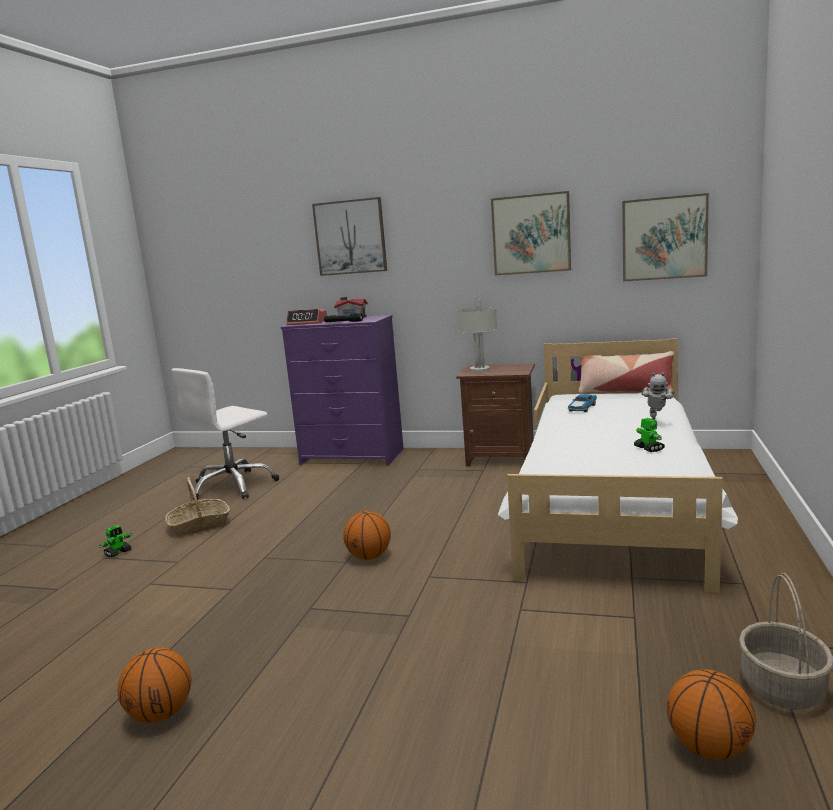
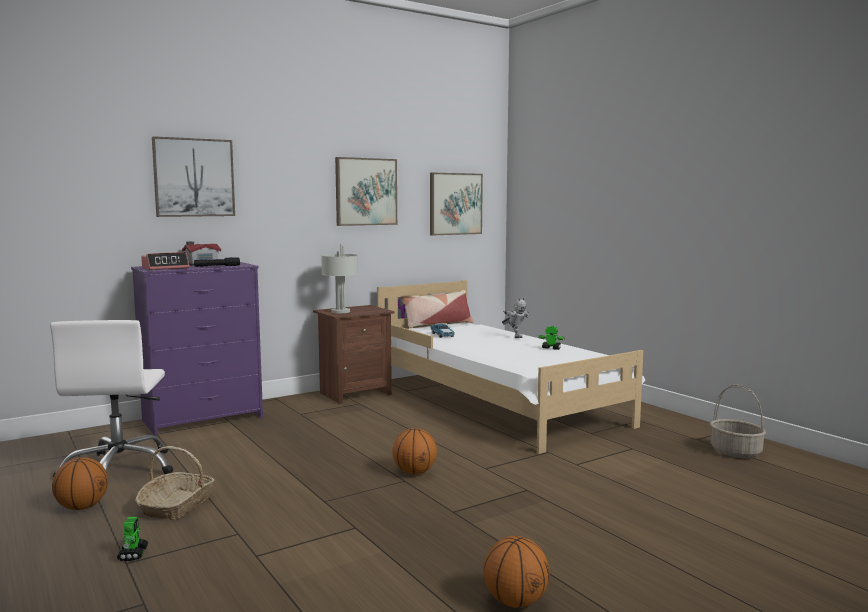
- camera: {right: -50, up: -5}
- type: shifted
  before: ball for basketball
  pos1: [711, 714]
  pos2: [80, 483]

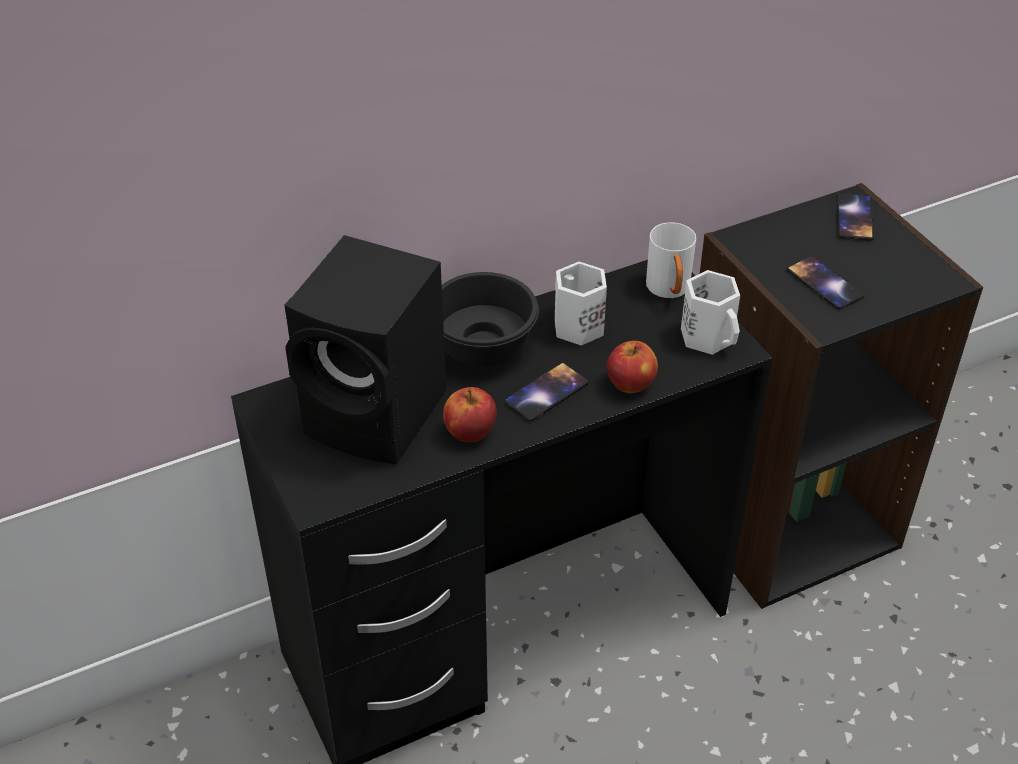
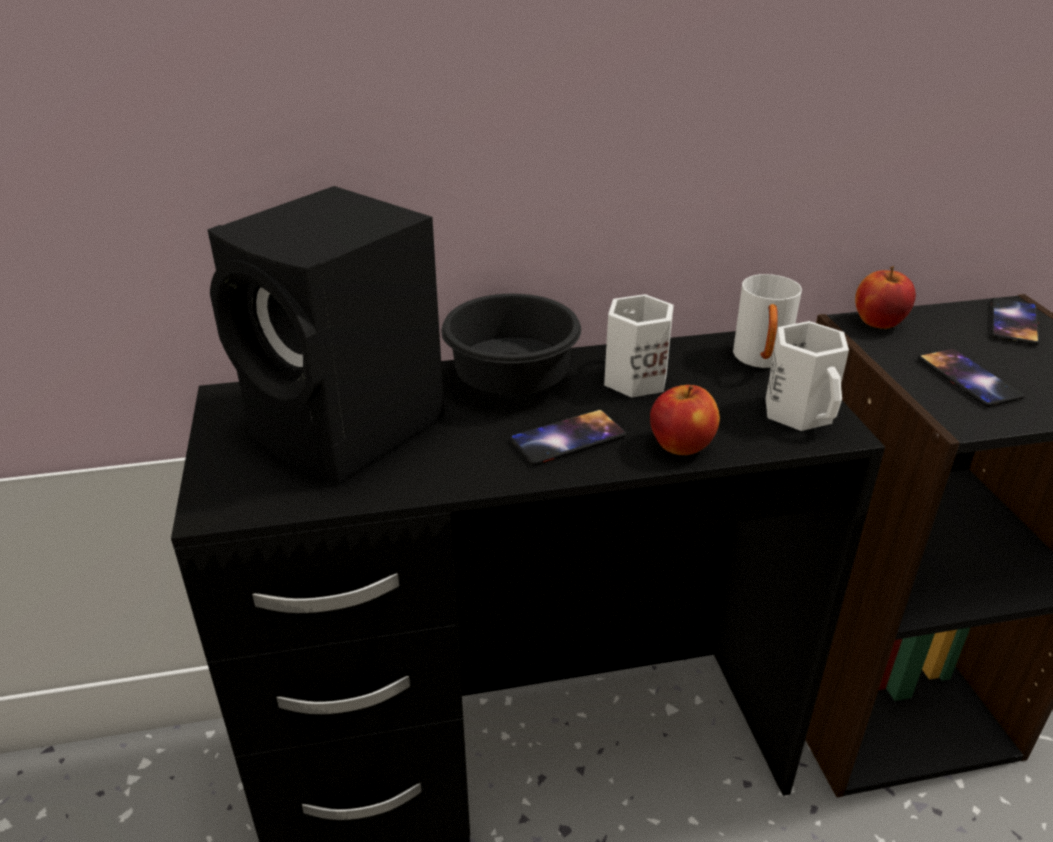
- camera: {right: 15, up: -10}
- type: shifted
  before: apple
  pos1: [470, 414]
  pos2: [885, 297]

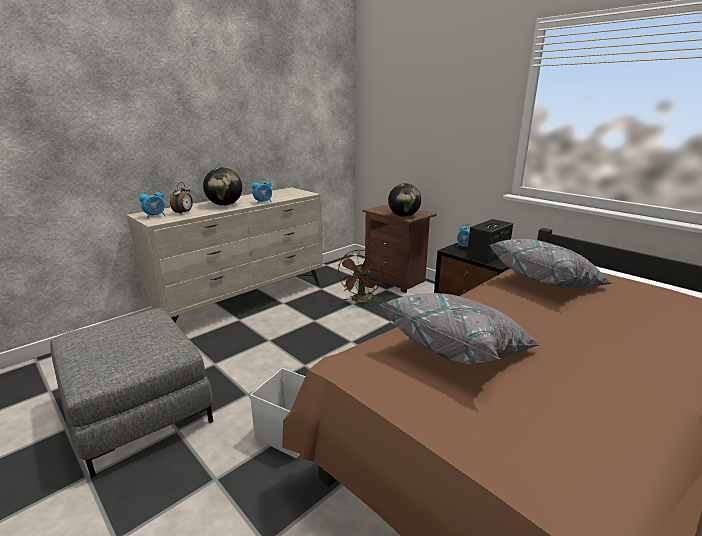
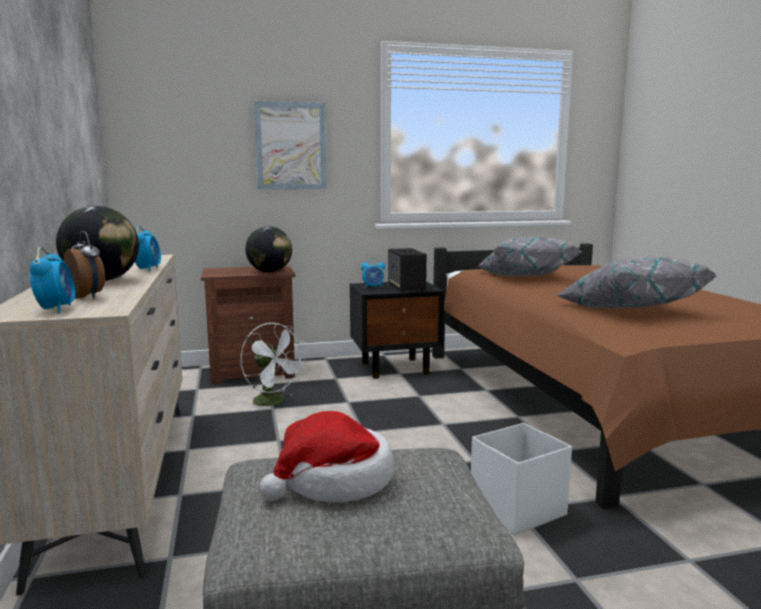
- camera: {right: -60, up: -10}
- type: repainted
  before: fan/brown-coloured
  after: fan/white
  pos1: [360, 276]
  pos2: [273, 367]
- type: new
  after: picture
  pos2: [290, 145]
- type: new
  after: hat
  pos2: [326, 456]

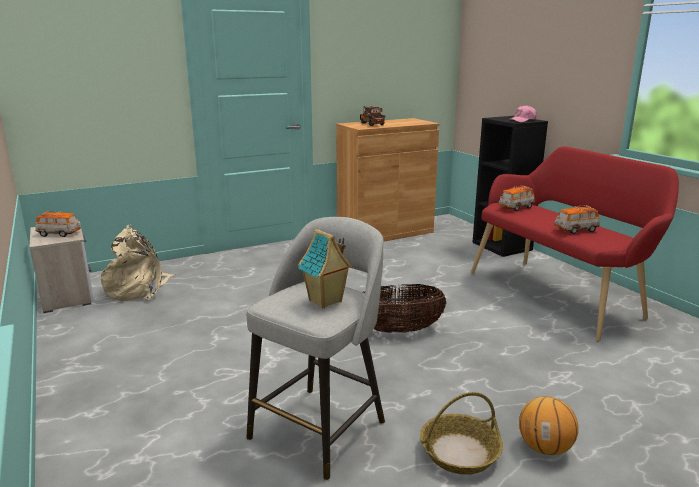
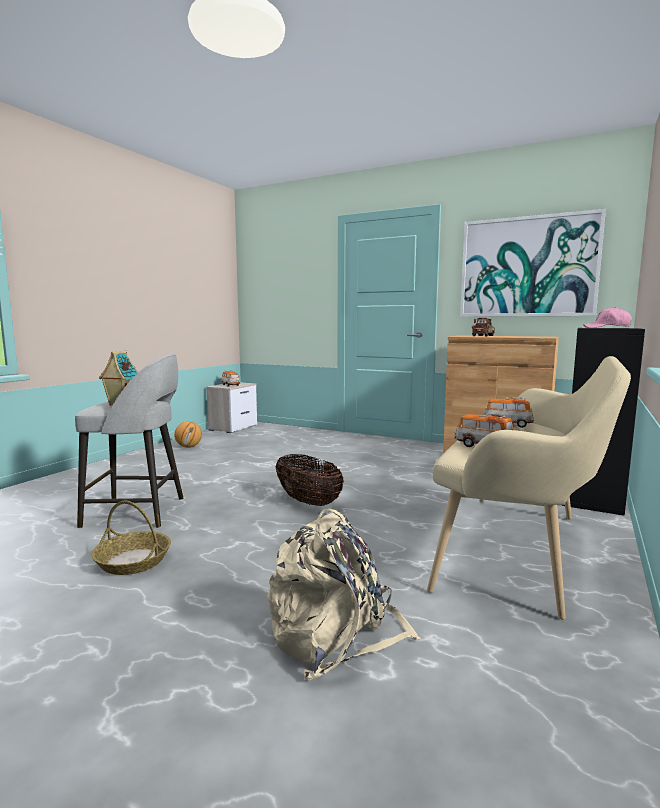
- camera: {right: 55, up: -10}
- type: shifted
  before: ball for basketball
  pos1: [549, 425]
  pos2: [188, 434]
- type: shifted
  before: knapsack/beige-coloured
  pos1: [138, 263]
  pos2: [344, 594]
- type: repainted
  before: indoor bench/reddish
  after: indoor bench/beige-coloured
  pos1: [575, 244]
  pos2: [529, 488]
- type: new
  after: picture
  pos2: [533, 263]

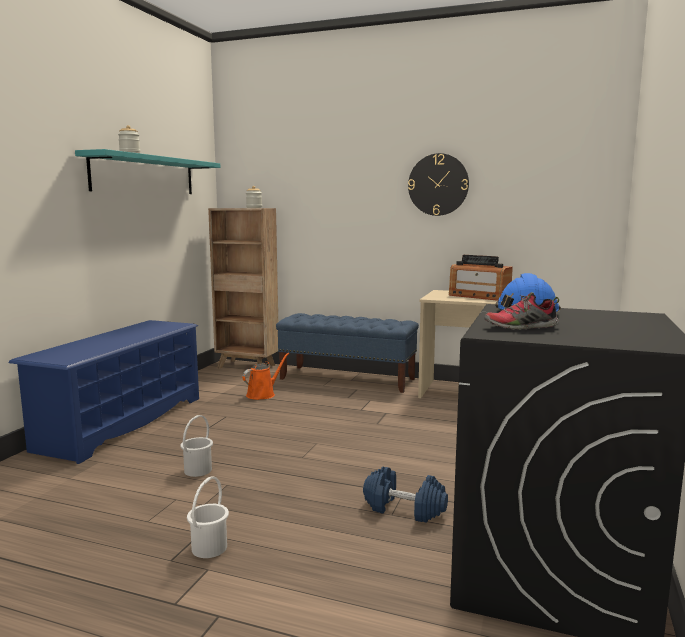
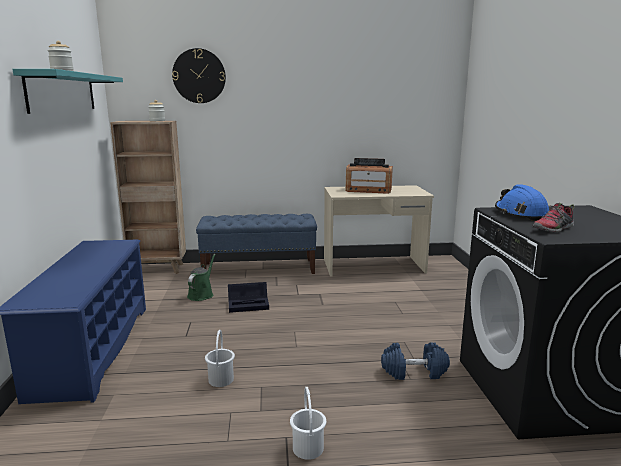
- camera: {right: -25, up: 5}
- type: shifted
  before: hanging clock
  pos1: [438, 184]
  pos2: [199, 75]
- type: repainted
  before: watering can/orange
  after: watering can/green
  pos1: [265, 376]
  pos2: [201, 277]
- type: new
  after: storage container/black-coloured
  pos2: [248, 297]

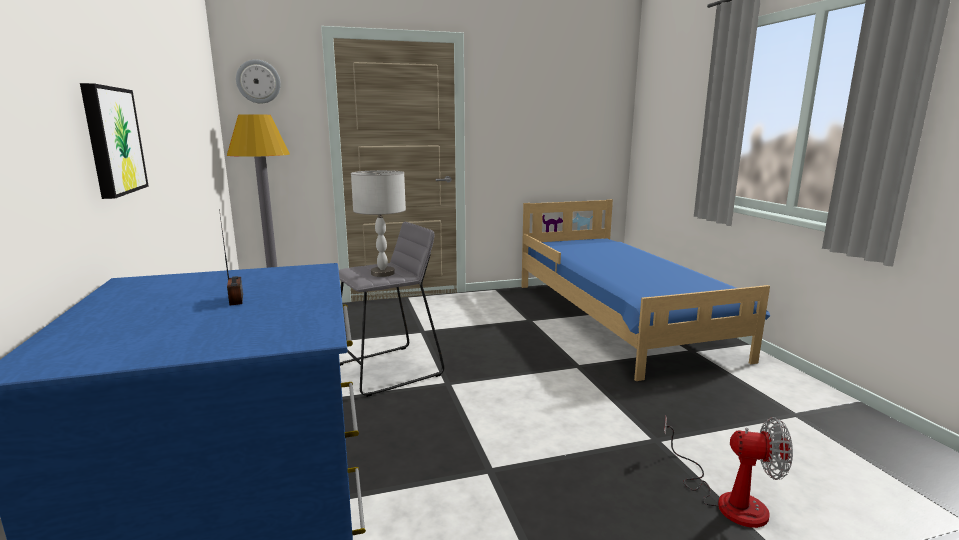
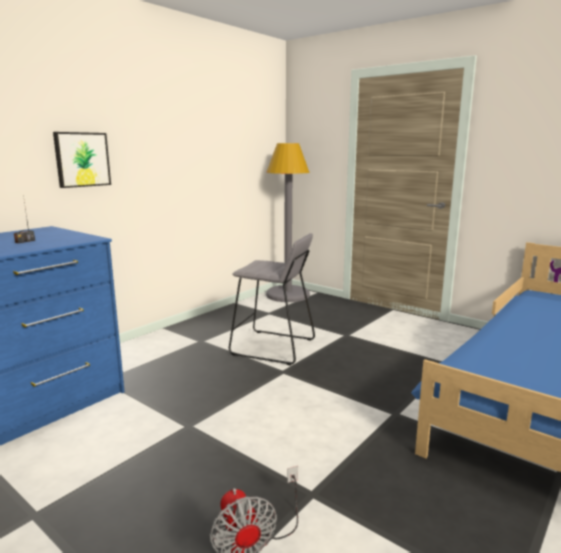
- camera: {right: 55, up: 0}
- type: gone
  before: hanging clock
  pos1: [258, 81]
- type: gone
  before: tabletop lamp/gray
  pos1: [378, 223]

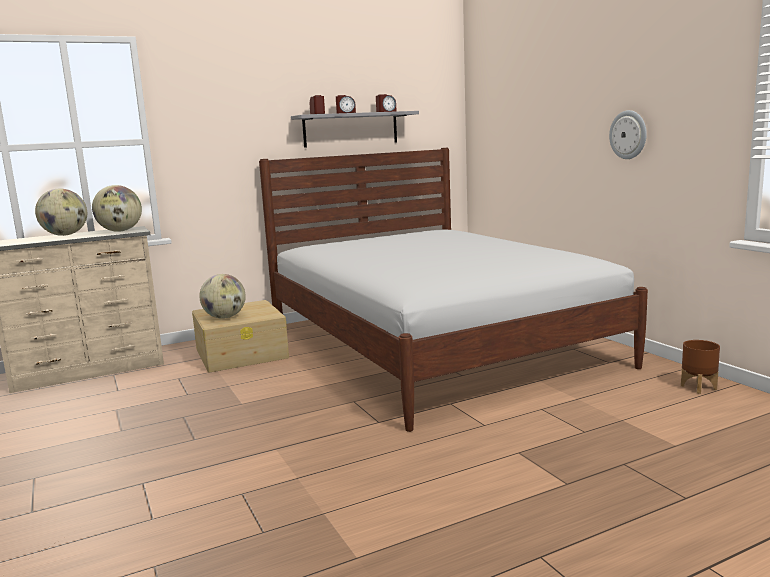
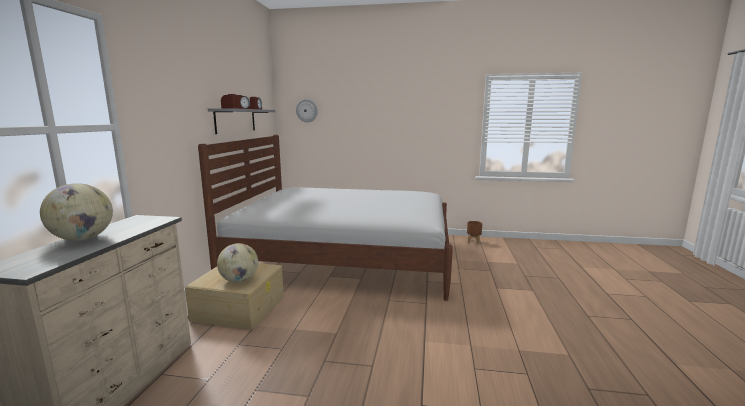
- camera: {right: -55, up: 0}
- type: shifted
  before: hanging clock
  pos1: [628, 134]
  pos2: [307, 110]
- type: gone
  before: world globe
  pos1: [117, 208]

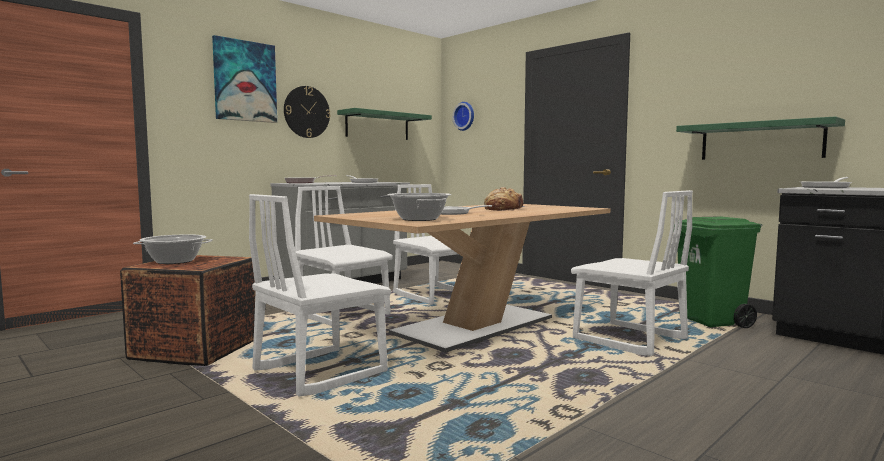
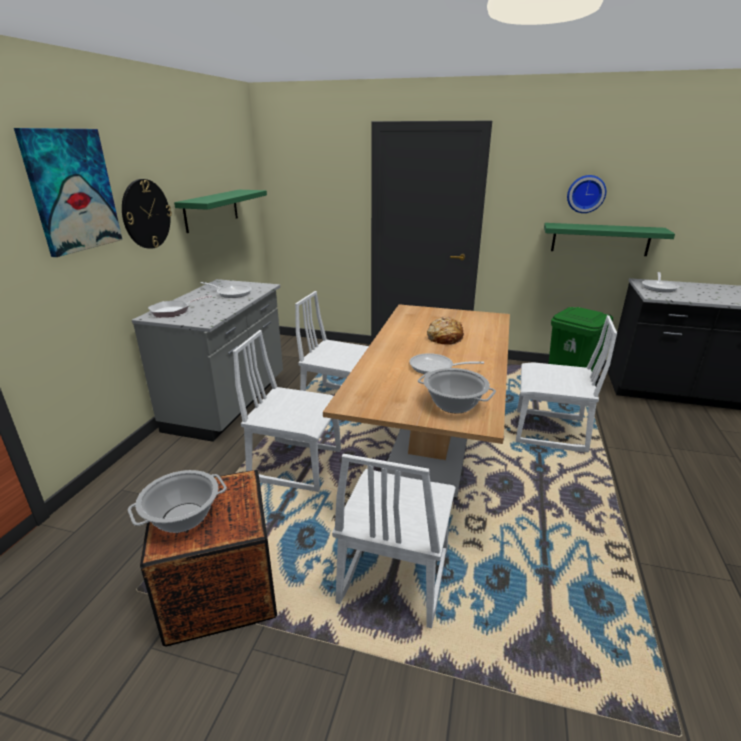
- camera: {right: -30, up: 20}
- type: shifted
  before: hanging clock
  pos1: [463, 116]
  pos2: [586, 194]

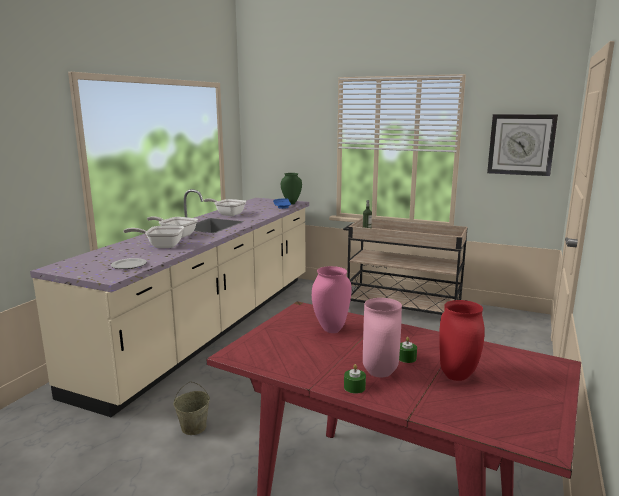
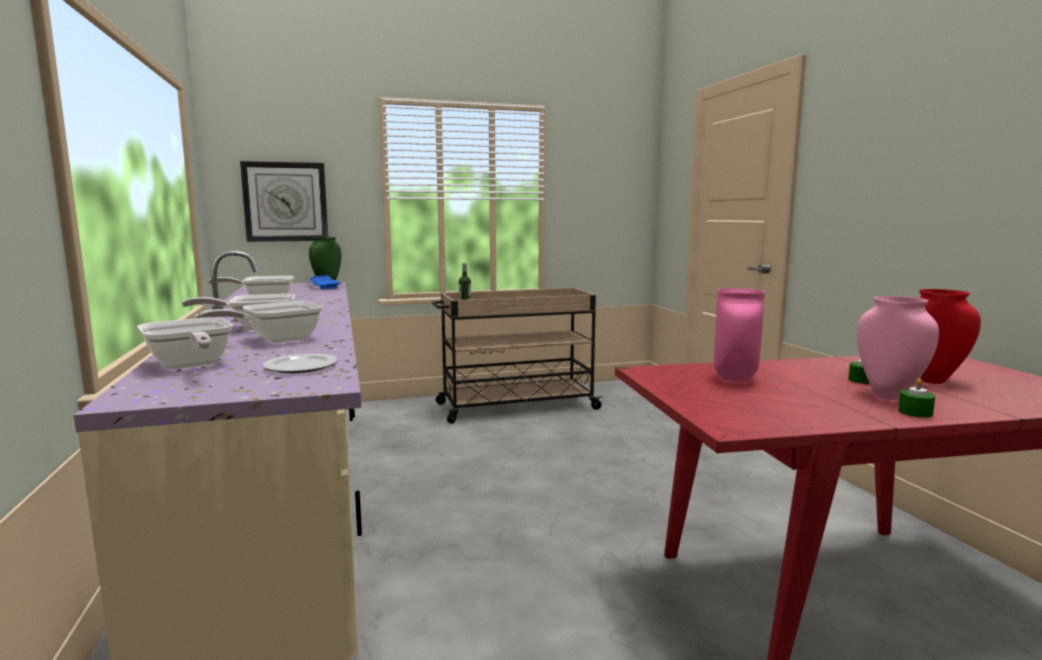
- camera: {right: -40, up: -5}
- type: new
  after: pan
  pos2: [185, 343]
- type: shifted
  before: hanging clock
  pos1: [522, 145]
  pos2: [284, 201]
- type: gone
  before: pail/beige-coloured
  pos1: [192, 408]

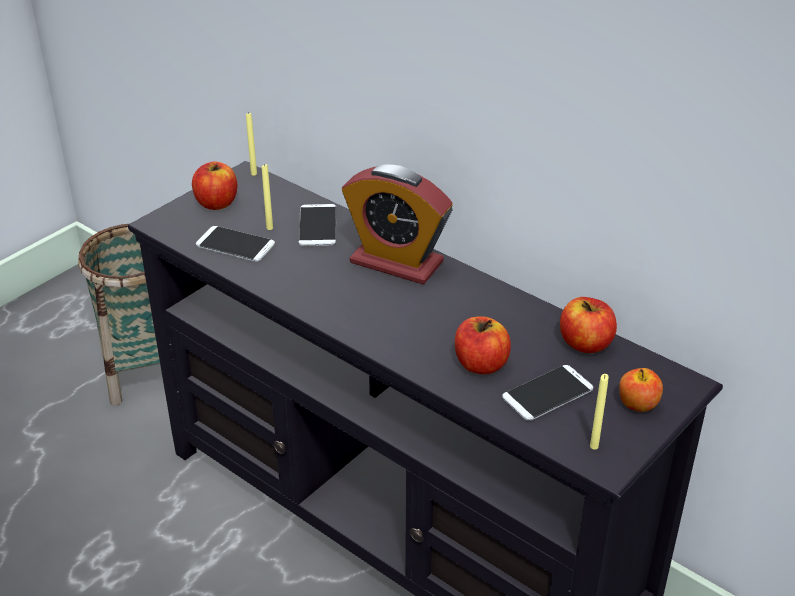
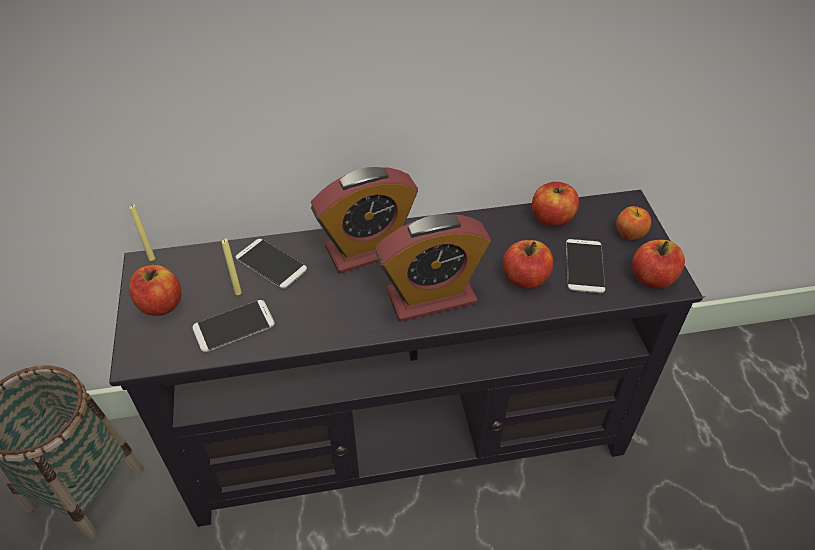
- camera: {right: -50, up: 10}
- type: new
  after: table clock
  pos2: [433, 268]
- type: swapped
  before: wax light/yellowish
  after: apple
  pos1: [599, 412]
  pos2: [658, 264]

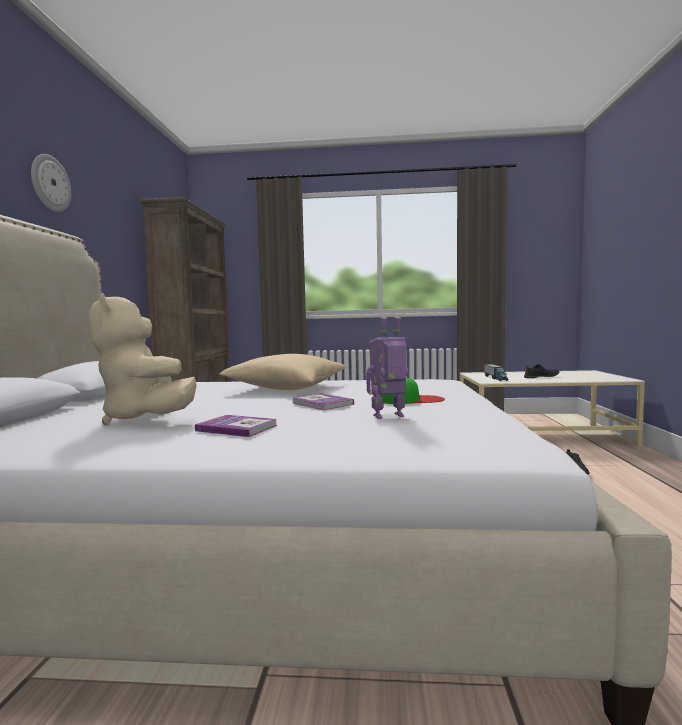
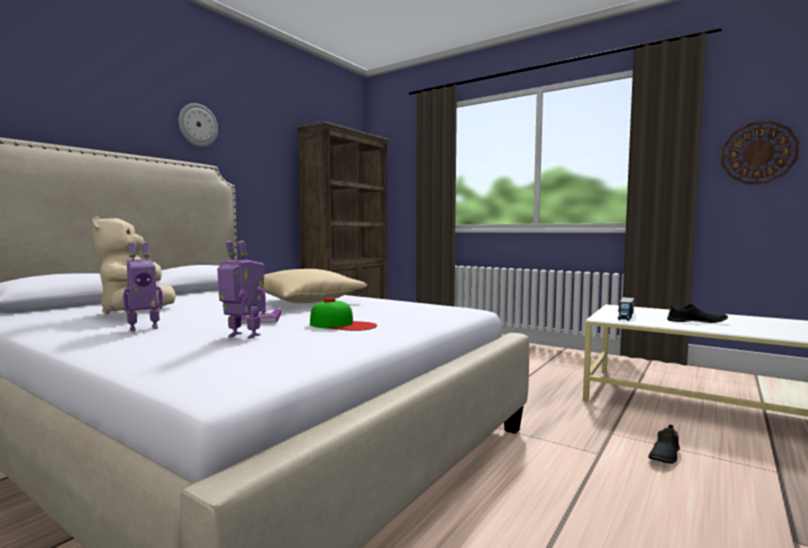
- camera: {right: 30, up: 0}
- type: swapped
  before: bound book
  after: model robot
  pos1: [236, 426]
  pos2: [143, 287]
- type: new
  after: hanging clock
  pos2: [760, 152]

